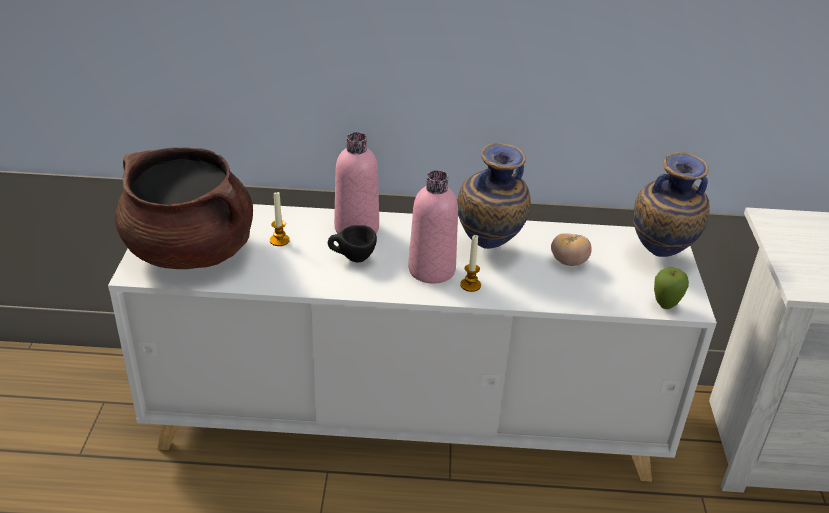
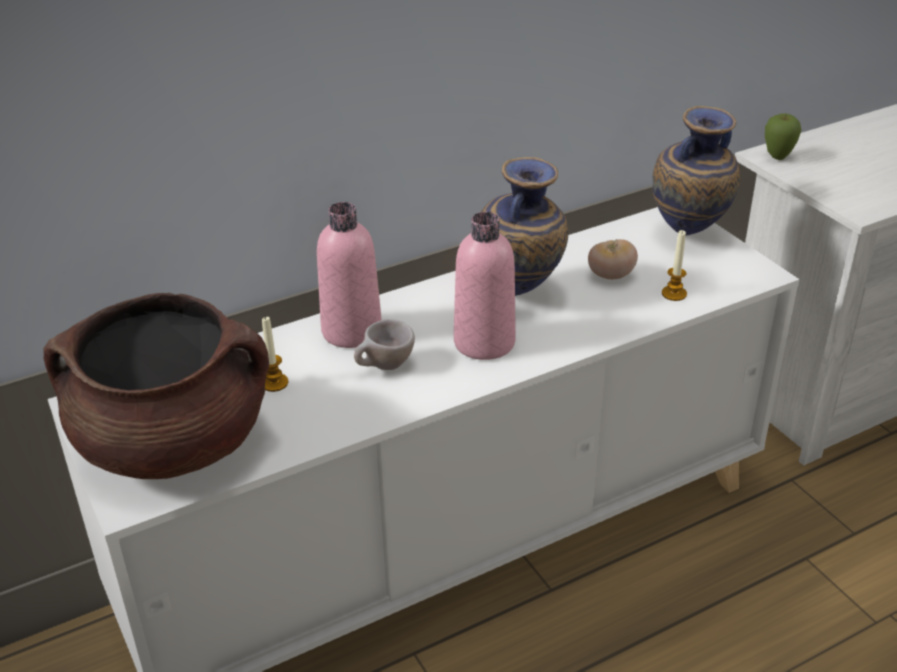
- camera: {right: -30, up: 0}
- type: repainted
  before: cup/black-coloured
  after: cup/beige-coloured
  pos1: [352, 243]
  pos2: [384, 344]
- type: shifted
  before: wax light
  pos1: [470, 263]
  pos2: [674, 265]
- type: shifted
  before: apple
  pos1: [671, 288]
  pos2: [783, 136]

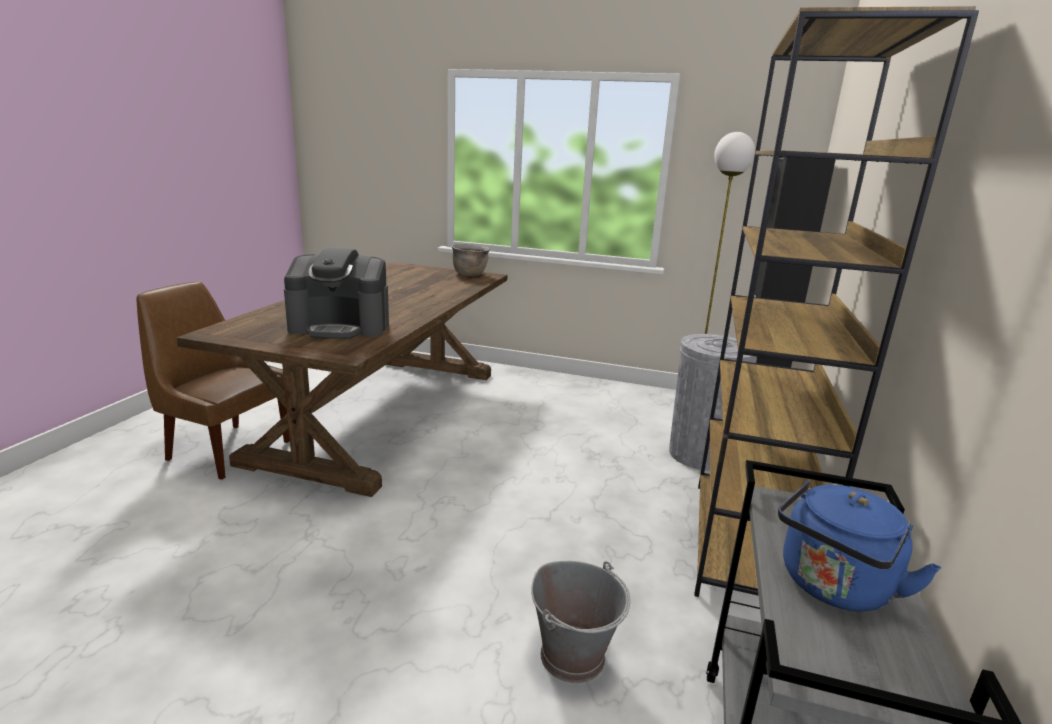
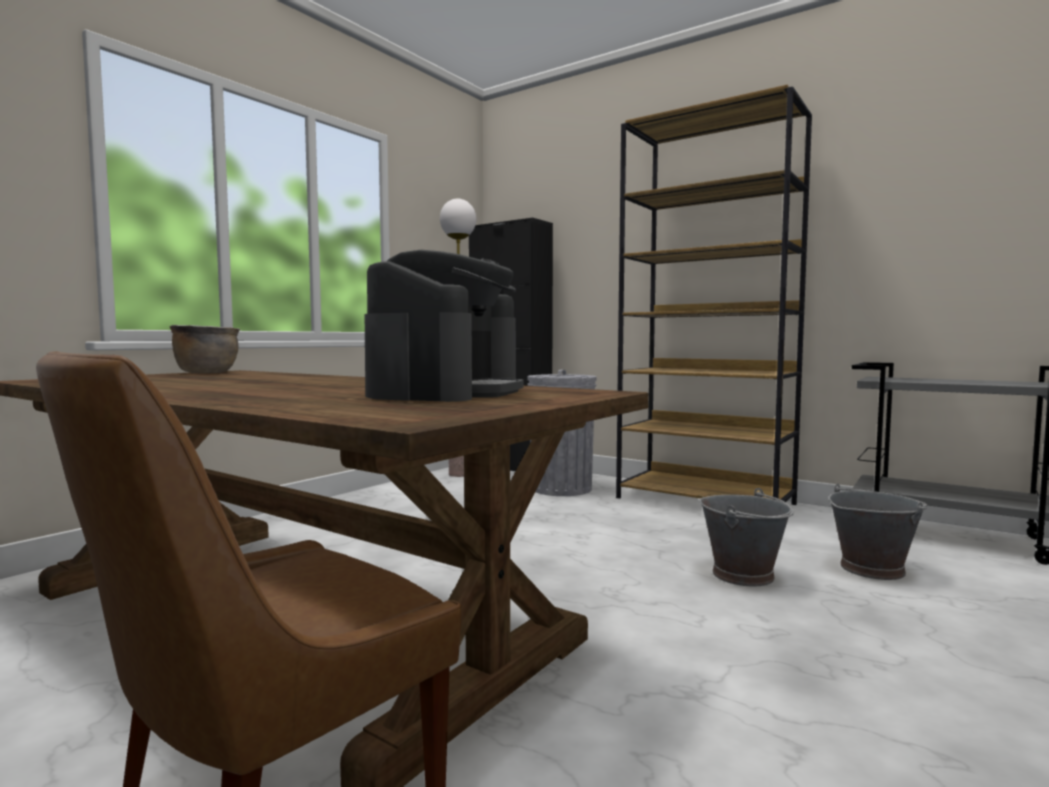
- camera: {right: -70, up: -15}
- type: new
  after: pail/gray
  pos2: [746, 537]
- type: gone
  before: kettle/blue-coloured
  pos1: [859, 546]

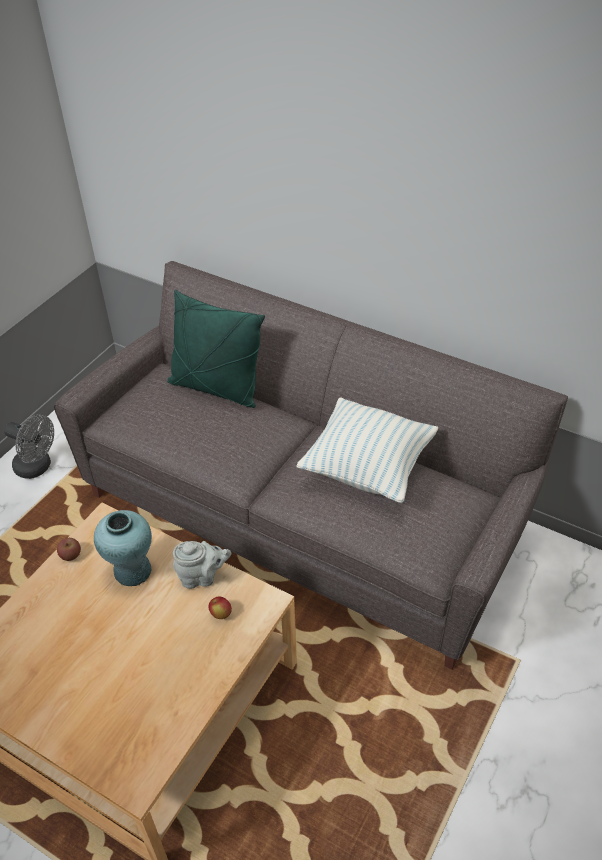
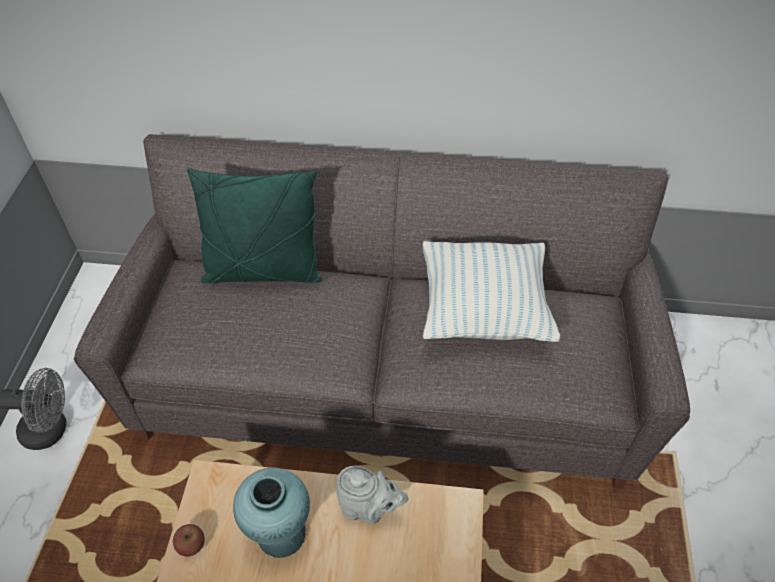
- camera: {right: -25, up: 5}
- type: rotated
  before: pot for tea/gray
  pos1: [202, 565]
  pos2: [372, 495]
  turn: 45
- type: gone
  before: apple
  pos1: [220, 607]

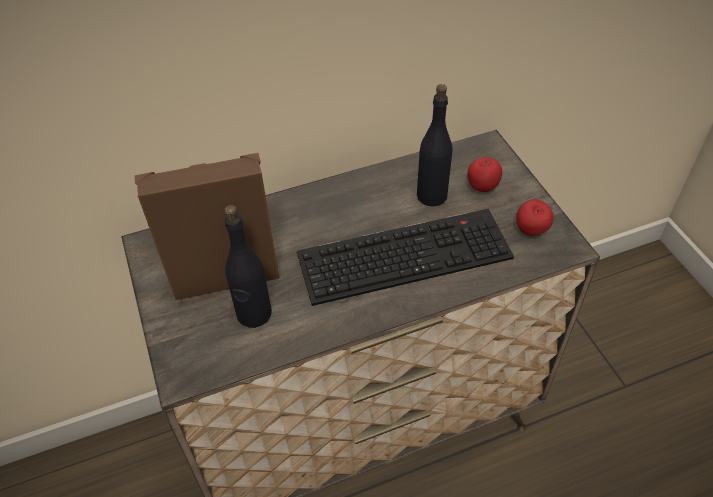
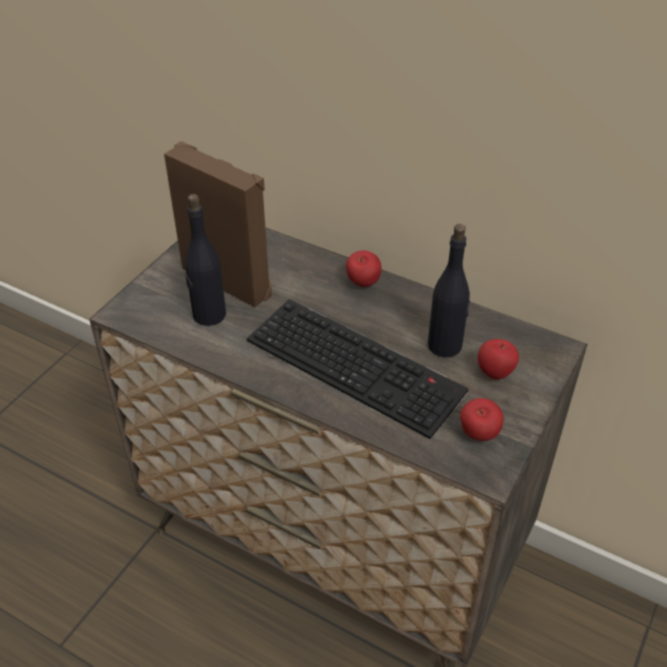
- camera: {right: 50, up: -5}
- type: new
  after: apple
  pos2: [364, 268]

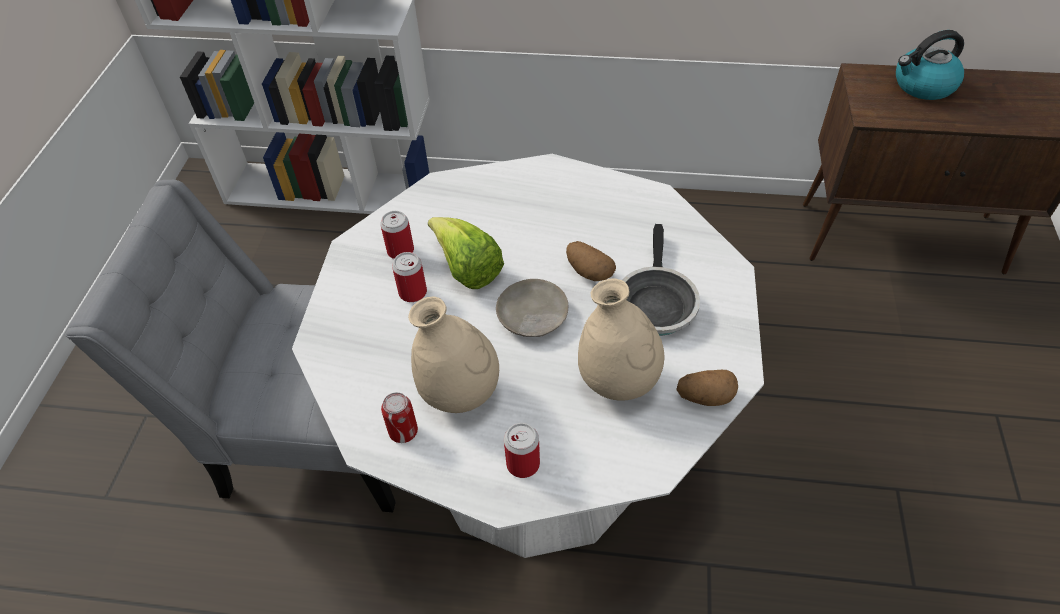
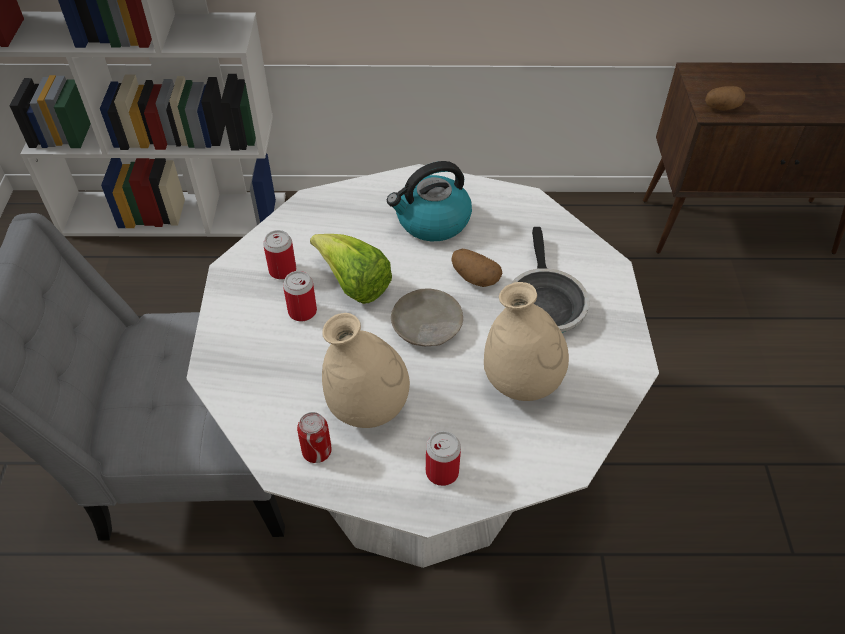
- camera: {right: -10, up: 0}
- type: shifted
  before: kettle
  pos1: [930, 65]
  pos2: [429, 201]
- type: shifted
  before: potato
  pos1: [707, 388]
  pos2: [725, 98]

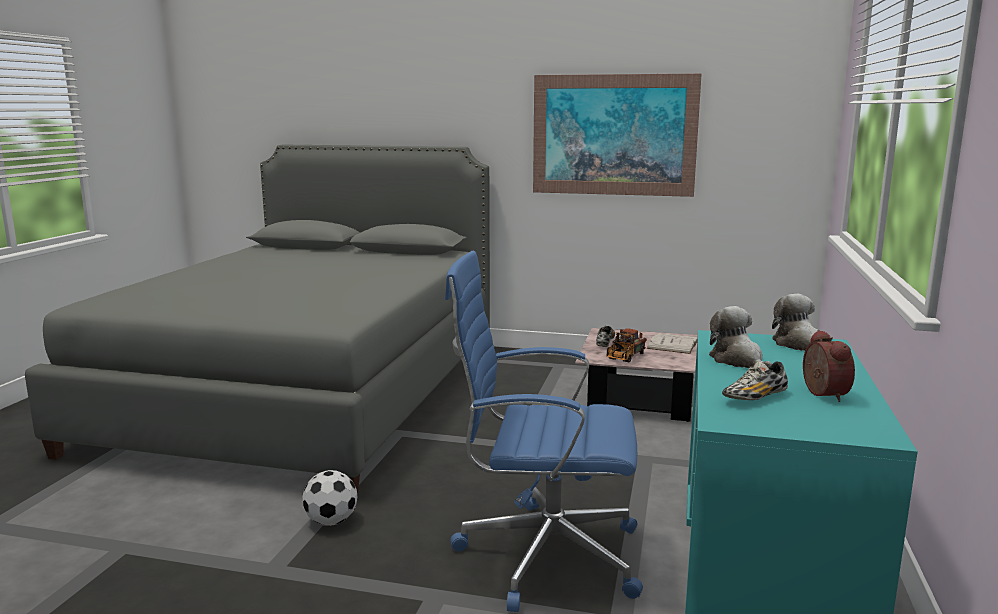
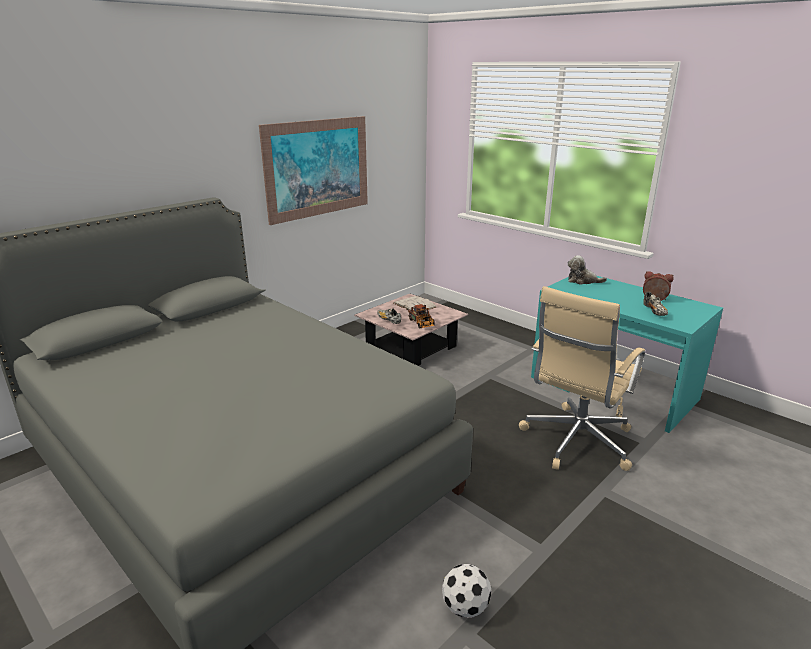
- camera: {right: -60, up: 10}
- type: shifted
  before: football ball
  pos1: [329, 498]
  pos2: [466, 590]
- type: repainted
  before: office chair/blue-coloured
  after: office chair/beige-coloured
  pos1: [544, 431]
  pos2: [582, 378]
- type: gone
  before: soft toy
  pos1: [740, 337]

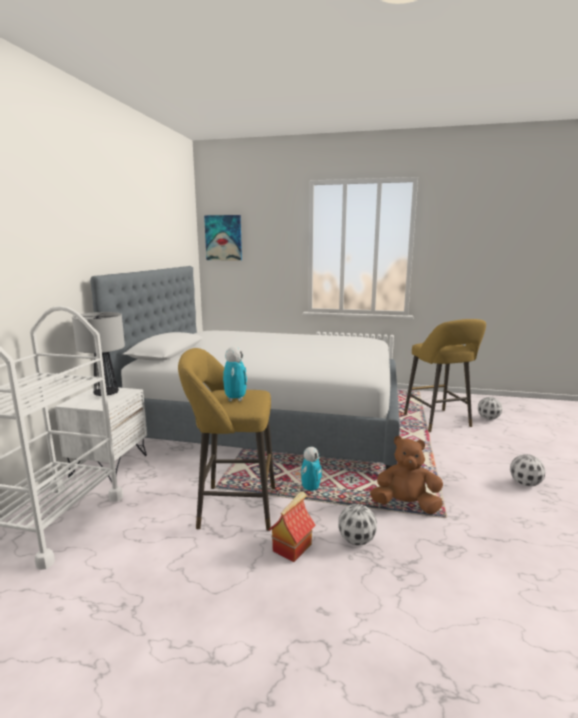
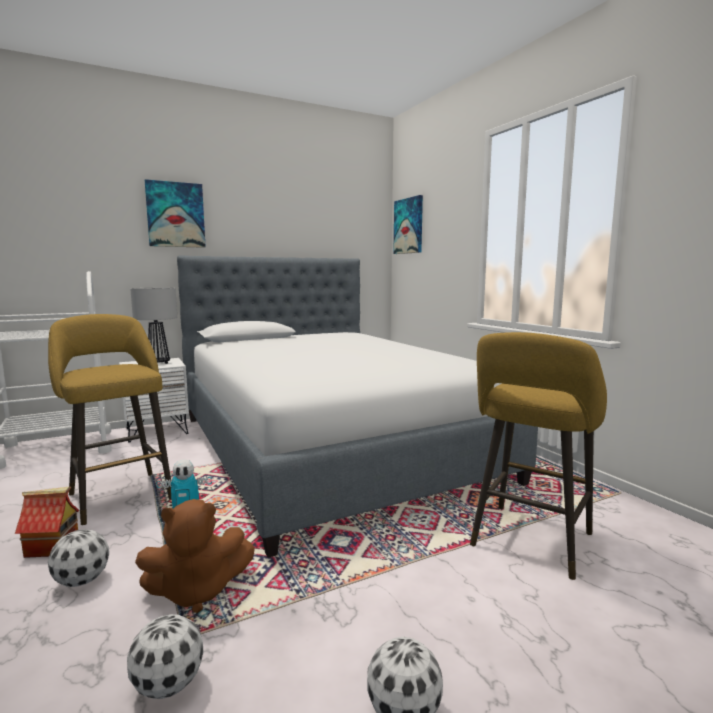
- camera: {right: 50, up: -5}
- type: shifted
  before: football ball
  pos1: [490, 408]
  pos2: [165, 656]
- type: rotated
  before: soft toy/brown-coloured
  pos1: [406, 475]
  pos2: [195, 556]
  turn: 105
- type: new
  after: picture
  pos2: [175, 213]
- type: gone
  before: model robot
  pos1: [235, 373]

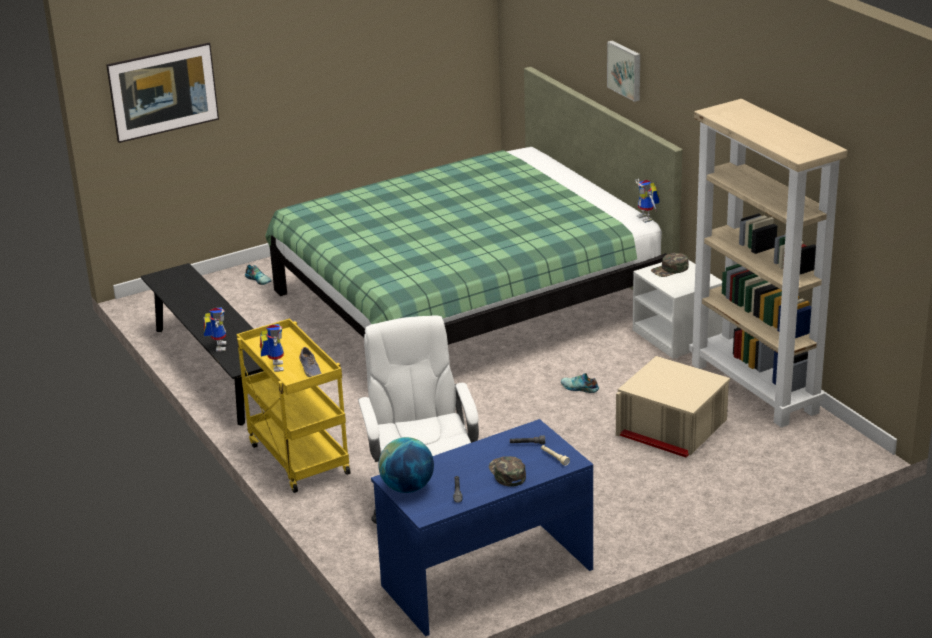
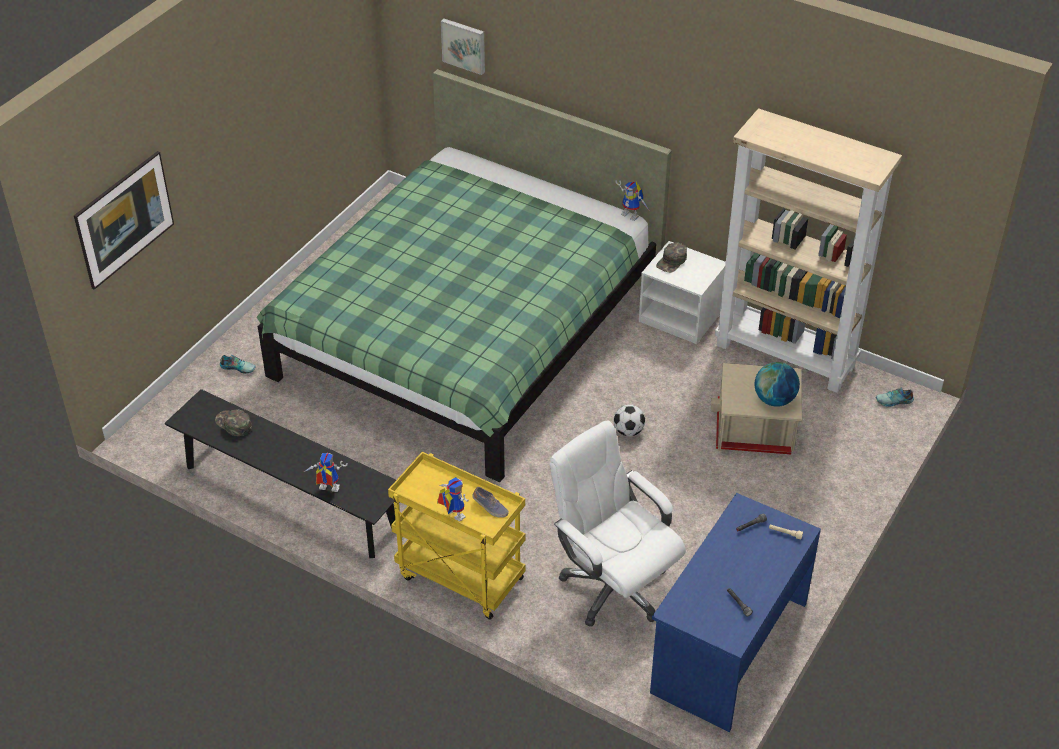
- camera: {right: -30, up: 15}
- type: shifted
  before: peaked cap/green
  pos1: [507, 471]
  pos2: [233, 423]
- type: rotated
  before: model robot
  pos1: [215, 329]
  pos2: [326, 472]
  turn: -45
- type: shifted
  before: picture
  pos1: [623, 71]
  pos2: [463, 47]
- type: new
  after: football ball
  pos2: [629, 420]
- type: shifted
  before: world globe
  pos1: [406, 465]
  pos2: [777, 384]
- type: shifted
  before: item of footwear
  pos1: [580, 383]
  pos2: [895, 397]

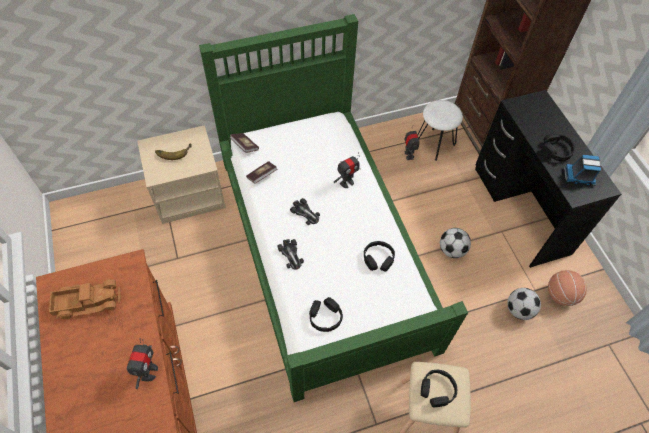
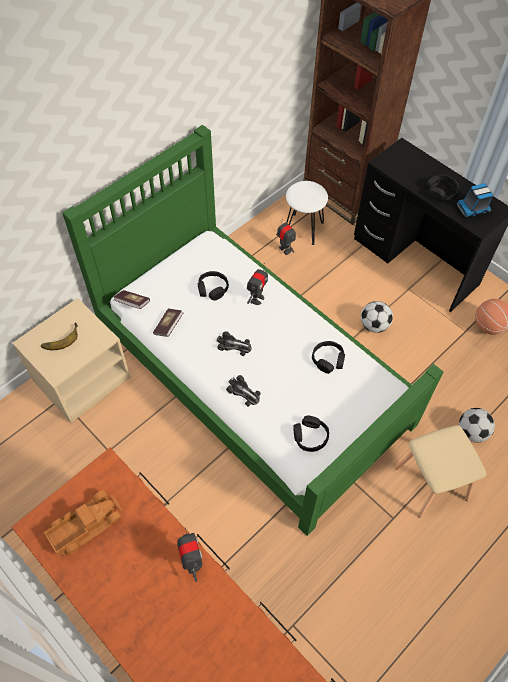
- camera: {right: -25, up: 0}
- type: shifted
  before: pair of headphones/black-coloured
  pos1: [439, 388]
  pos2: [213, 286]
- type: shifted
  before: football ball
  pos1: [524, 304]
  pos2: [477, 425]

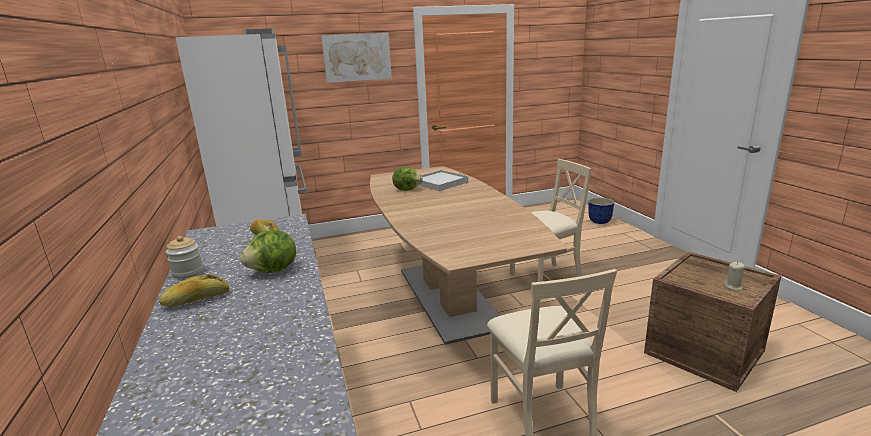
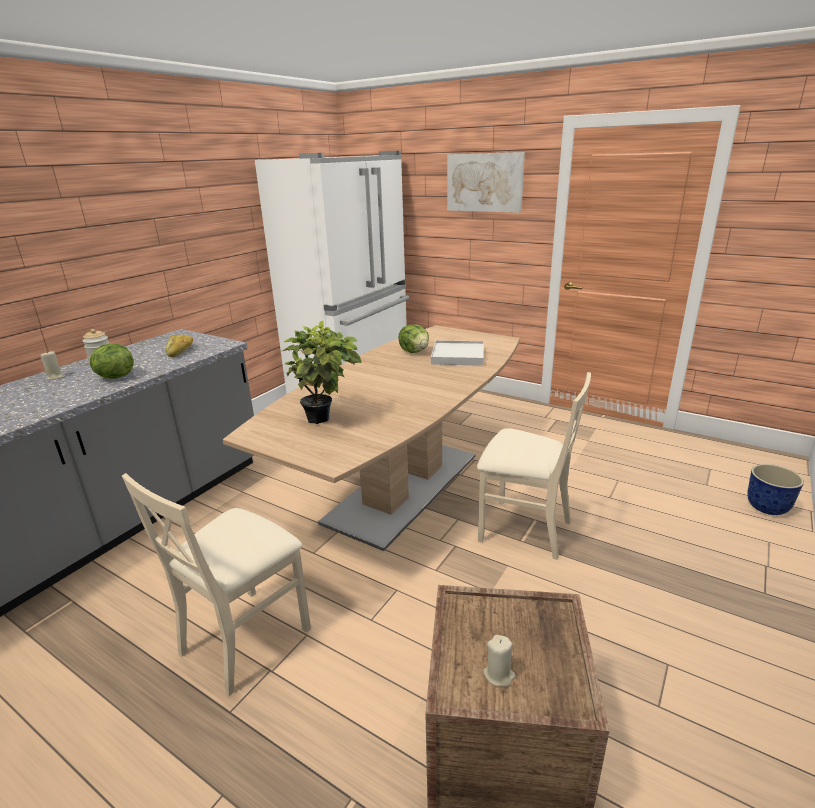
- camera: {right: 50, up: 5}
- type: swapped
  before: bakery bread
  after: wax light/beige-coloured
  pos1: [194, 290]
  pos2: [52, 366]
- type: new
  after: plant in a pot
  pos2: [321, 372]

